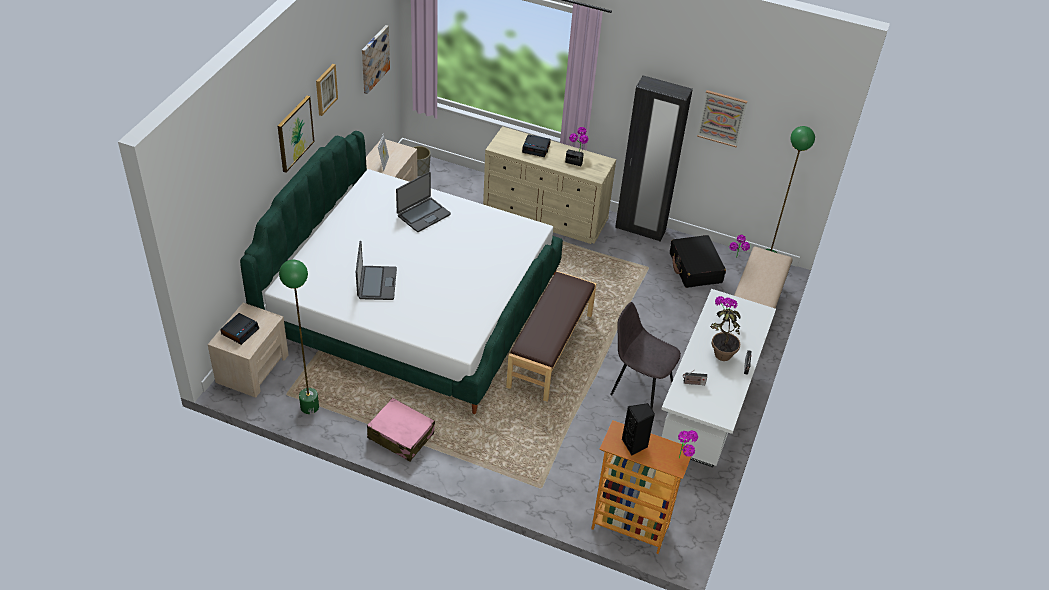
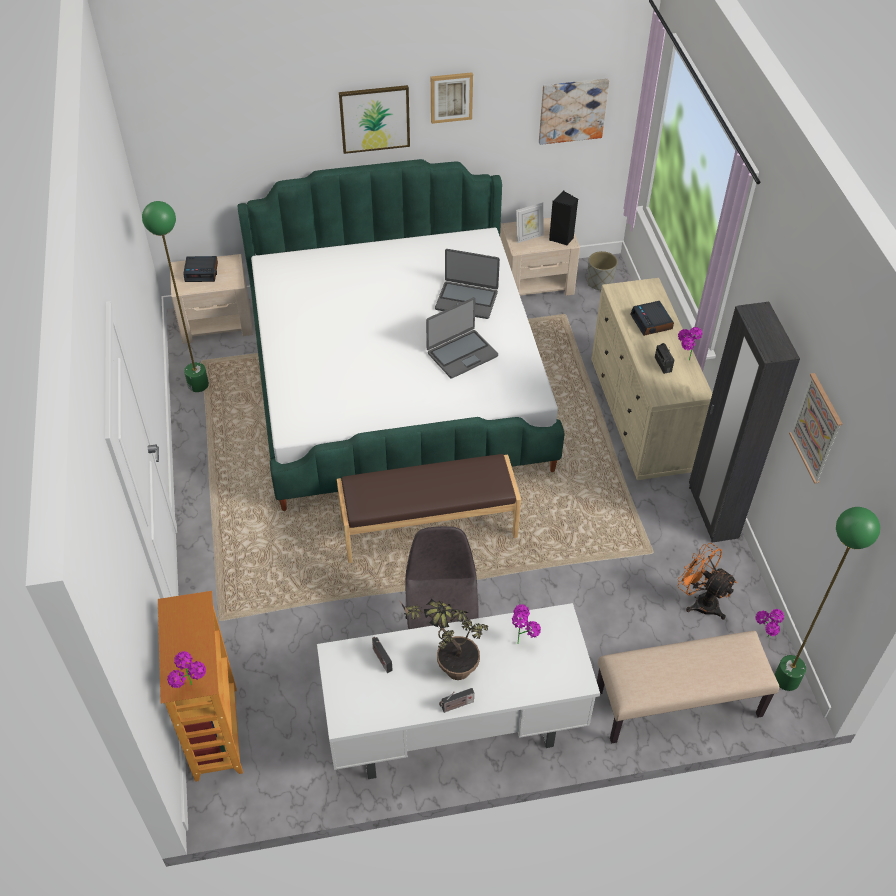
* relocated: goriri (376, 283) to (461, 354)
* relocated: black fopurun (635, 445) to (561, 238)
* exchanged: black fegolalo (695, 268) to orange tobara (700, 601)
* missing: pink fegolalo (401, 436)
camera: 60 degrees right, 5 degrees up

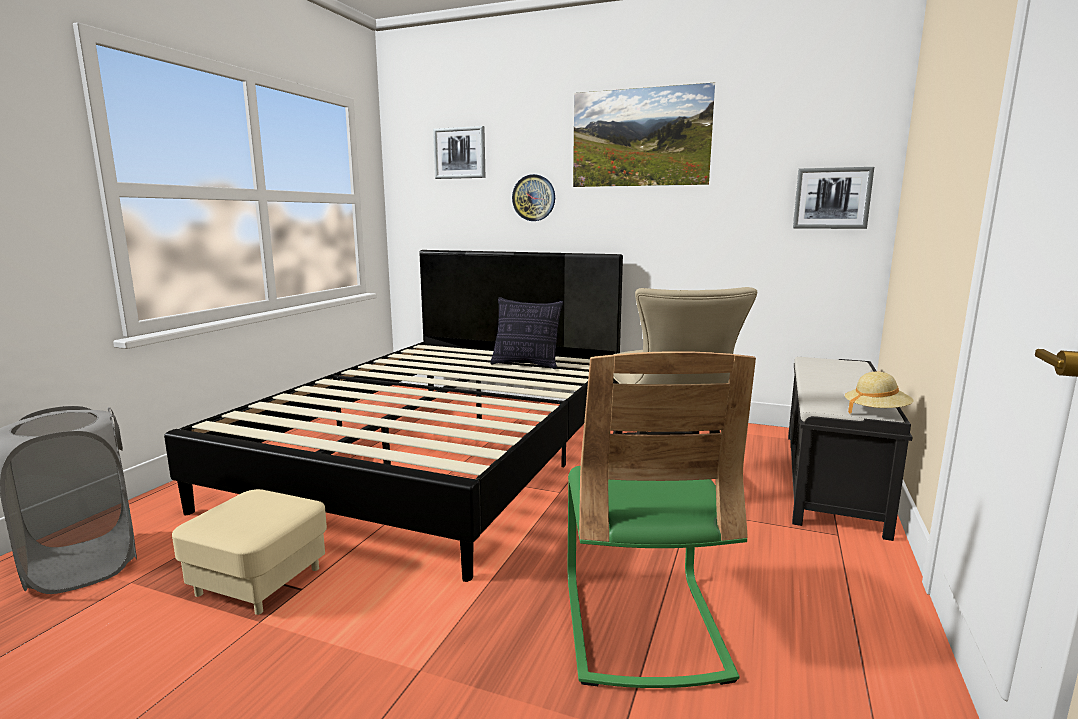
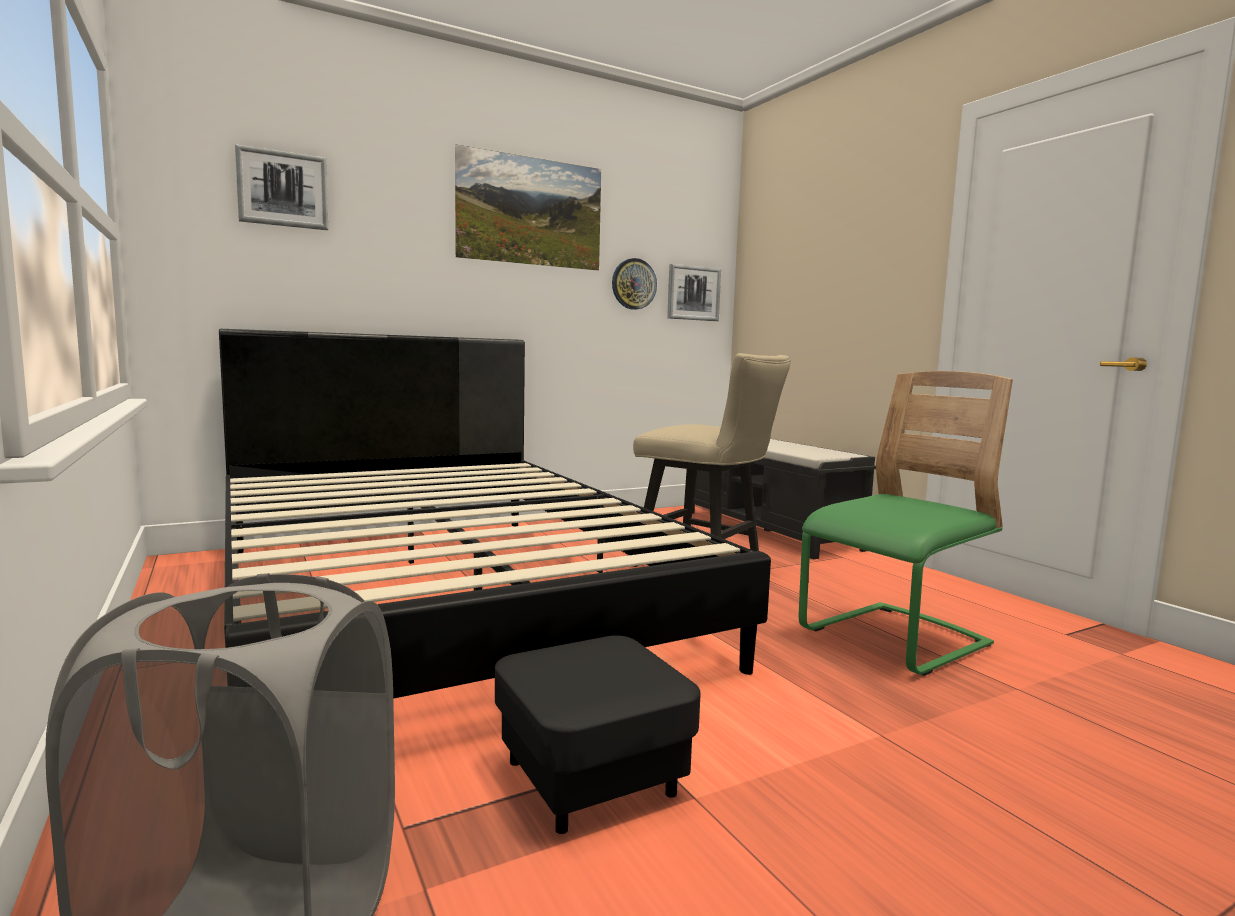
* colour: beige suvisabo (259, 581) to black suvisabo (592, 778)
* relocated: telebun (534, 198) to (633, 284)
* spun: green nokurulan (642, 625) = (894, 640) 75 degrees counterclockwise
* missing: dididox (526, 364)
* missing: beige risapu (876, 412)
camera: 50 degrees left, 5 degrees down

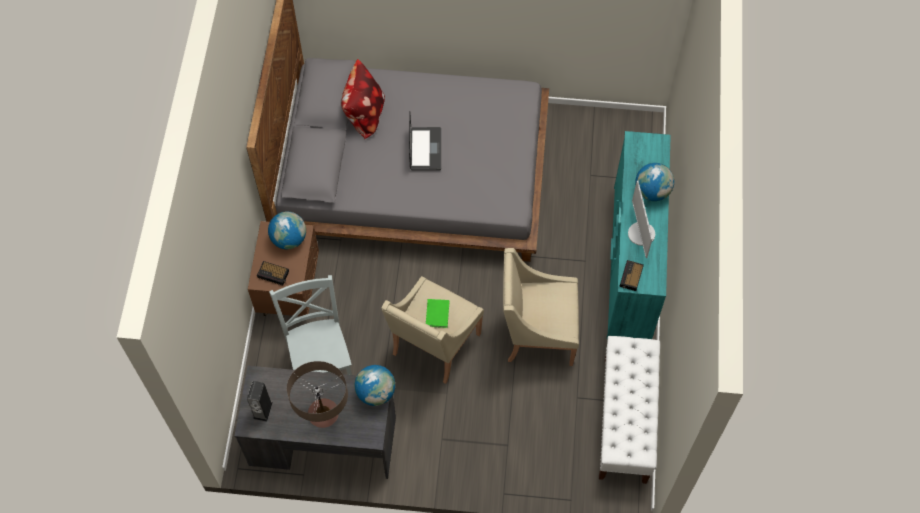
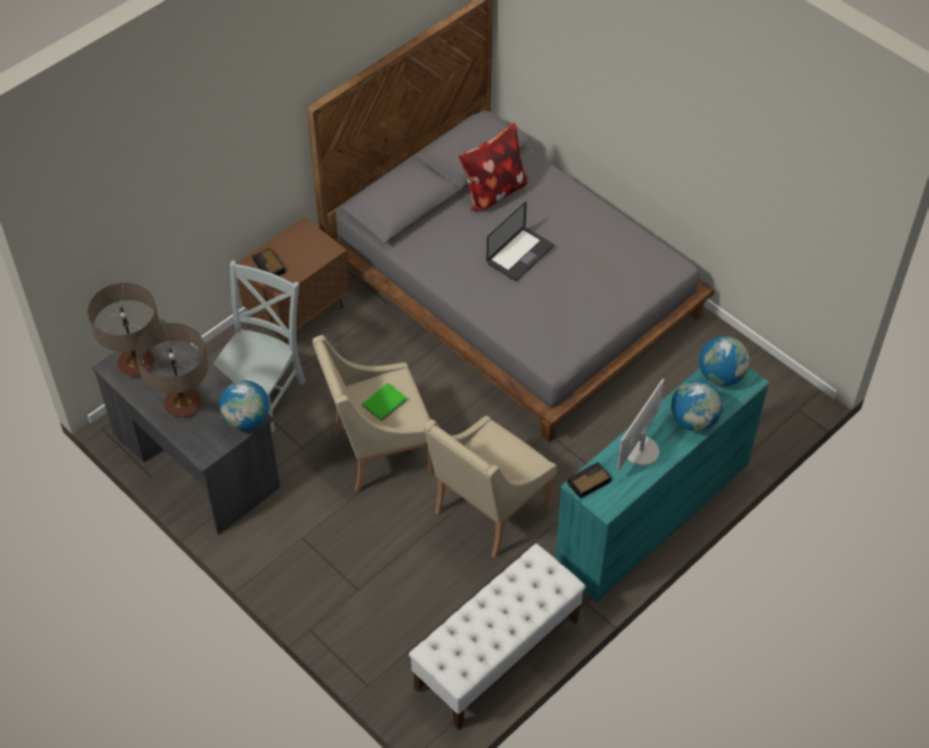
* exchanged: fopurun (263, 410) to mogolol (136, 364)
* spun: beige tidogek (537, 334) = (488, 511) 90 degrees counterclockwise
* relocated: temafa (289, 239) to (721, 376)
camera: 40 degrees right, 10 degrees down

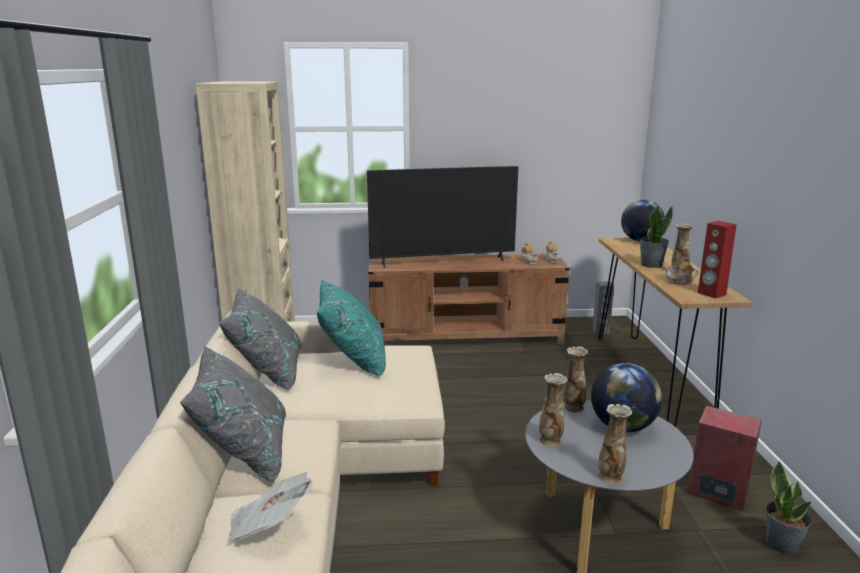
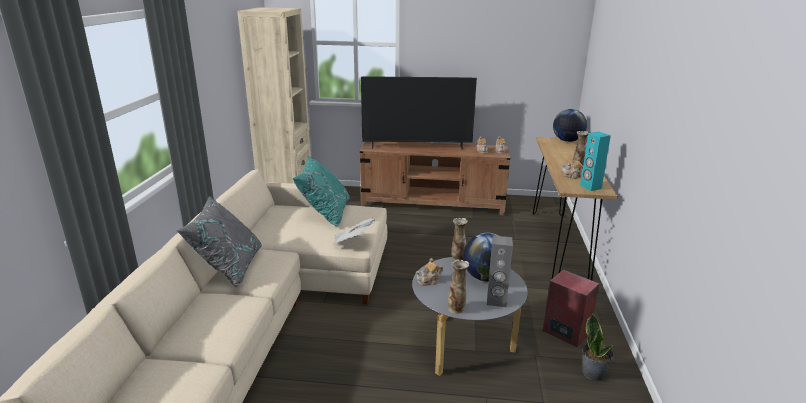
* relocated: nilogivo (269, 526) to (352, 241)
* exchanged: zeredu (550, 440) to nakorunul (429, 281)
* relocated: grey fopurun (600, 331) to (496, 301)
* colour: red fopurun (711, 294) to turquoise fopurun (590, 187)
* missing: grey dididox (267, 372)
* missing: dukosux (651, 265)
camera: 10 degrees right, 5 degrees up

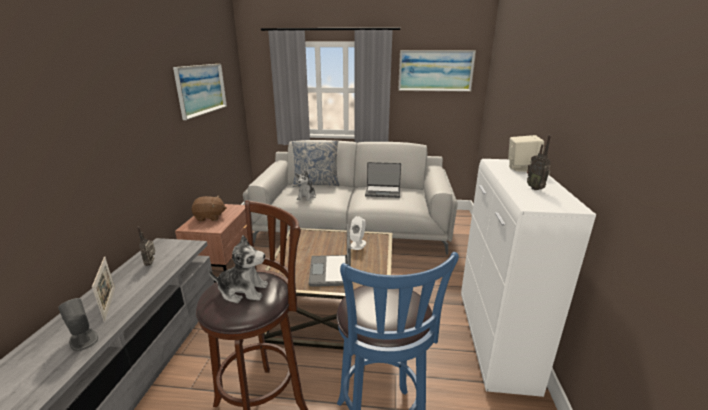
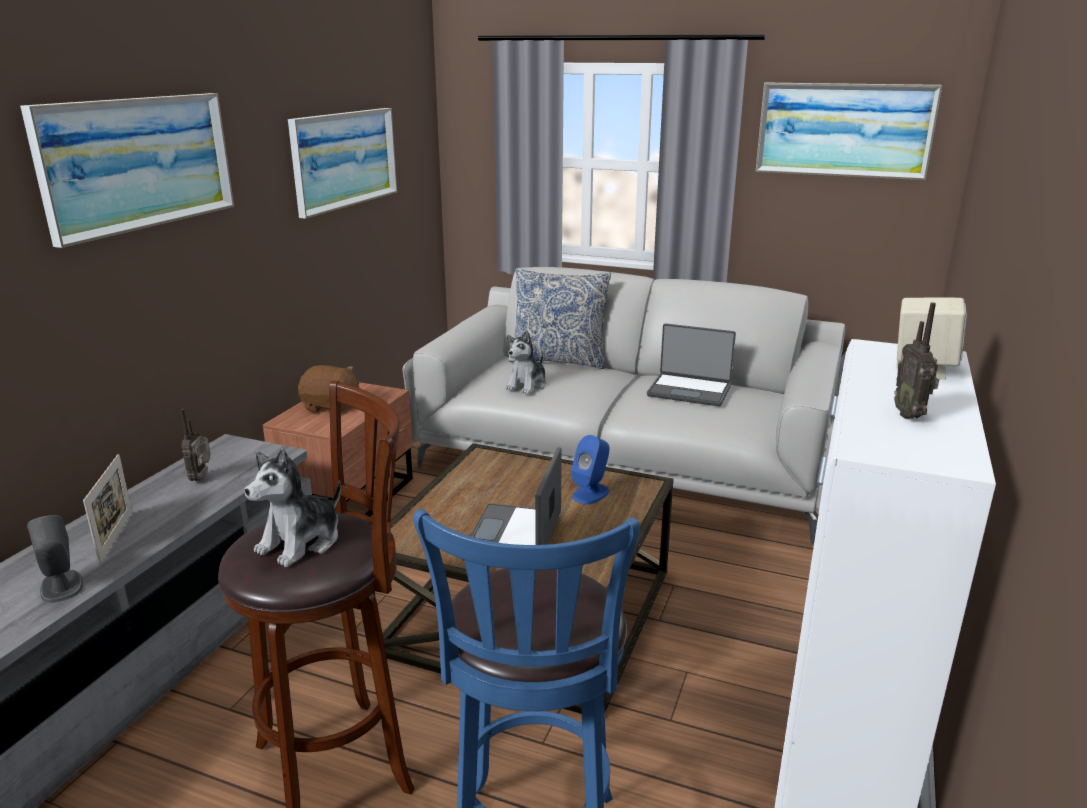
* appeared: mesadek (138, 163)
* spun: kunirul (243, 291) = (301, 542) 105 degrees clockwise
* colour: white fopurun (358, 244) to blue fopurun (591, 493)
camera: 15 degrees right, 0 degrees up

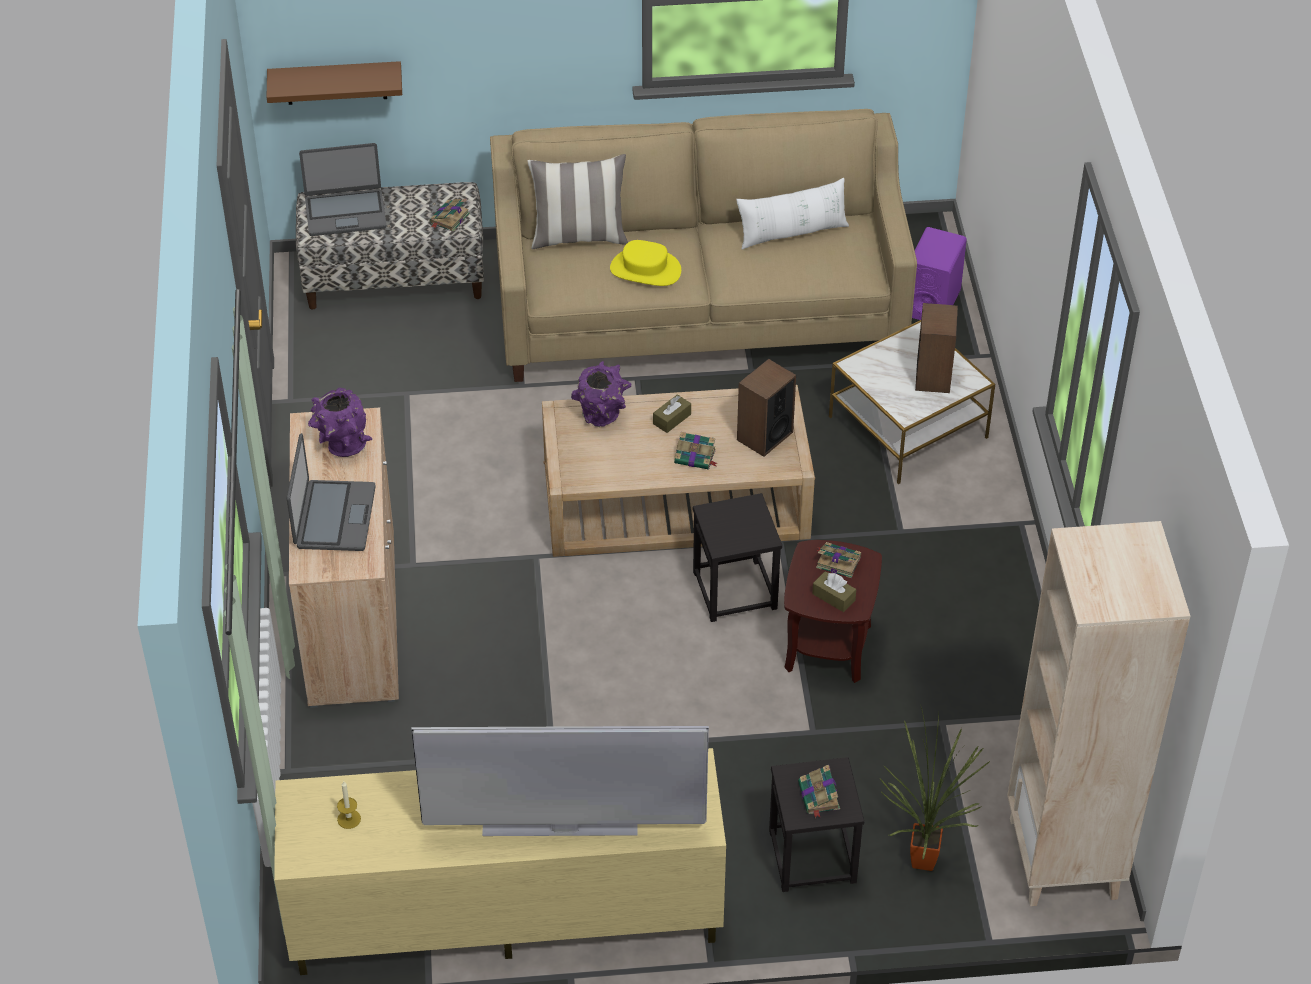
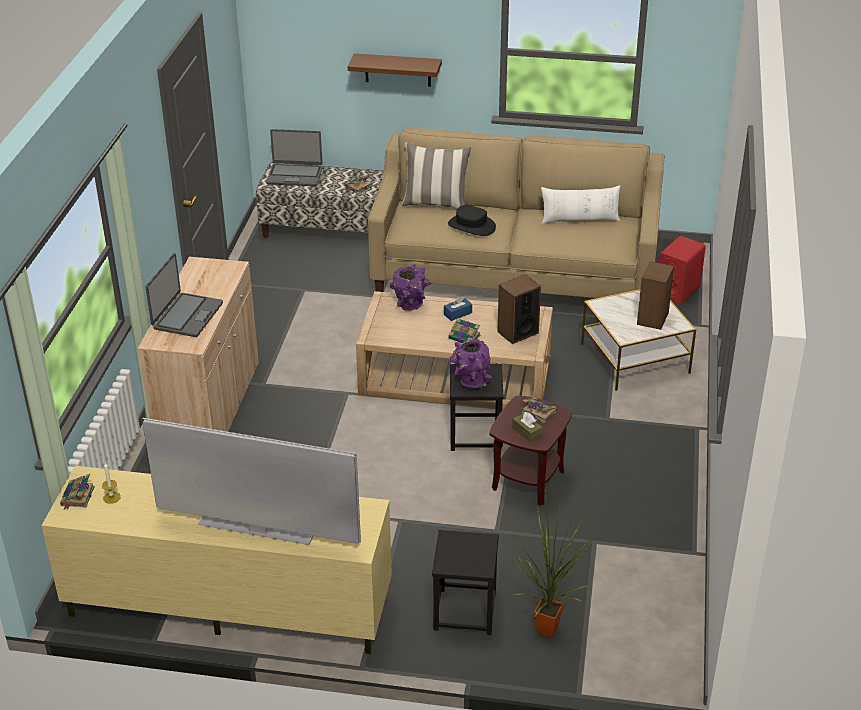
* relocated: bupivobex (819, 797) to (77, 497)
* relocated: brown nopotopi (336, 83) to (398, 70)
* colour: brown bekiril (672, 419) to blue bekiril (457, 314)
* colour: yellow risapu (645, 270) to black risapu (471, 226)
* relocated: purple zeredu (342, 447) to (470, 382)
* colour: purple fopurun (932, 302) to red fopurun (677, 291)
* missing: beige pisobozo (1064, 859)
camera: 15 degrees right, 10 degrees down

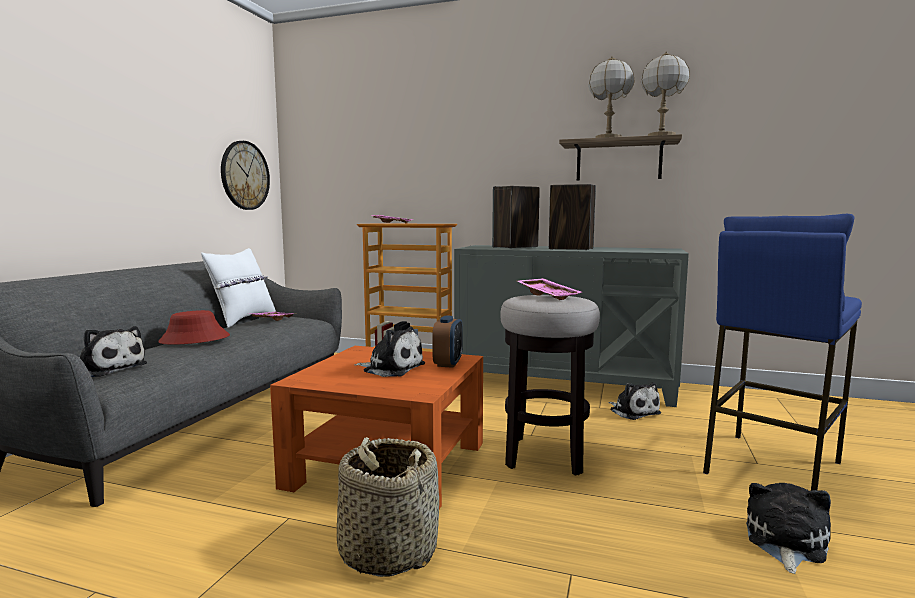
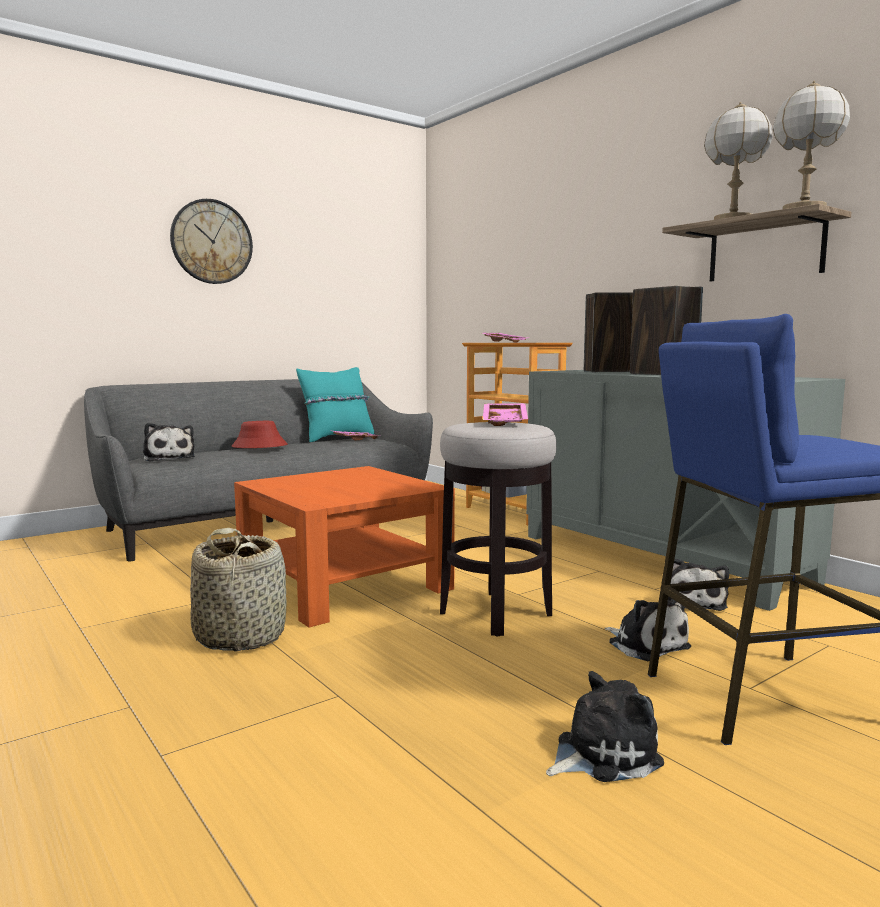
* relocated: telebun (245, 175) to (211, 242)
* colour: white dididox (243, 320) to turquoise dididox (337, 438)
* relocated: kunirul (391, 368) to (645, 644)
* missing: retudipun (448, 363)
camera: 35 degrees right, 0 degrees up

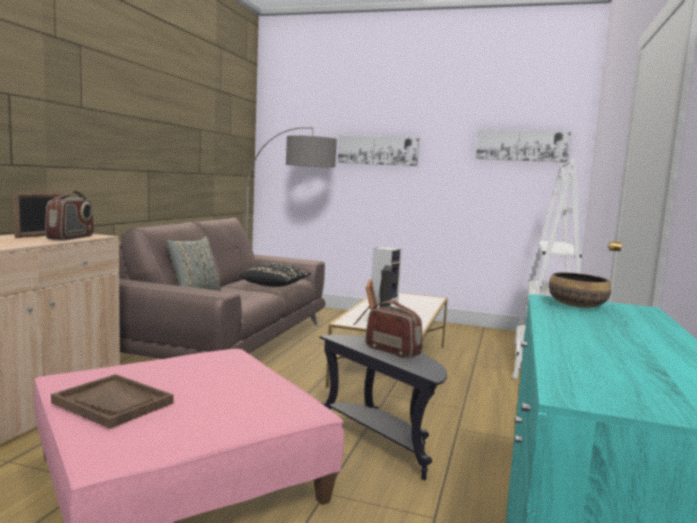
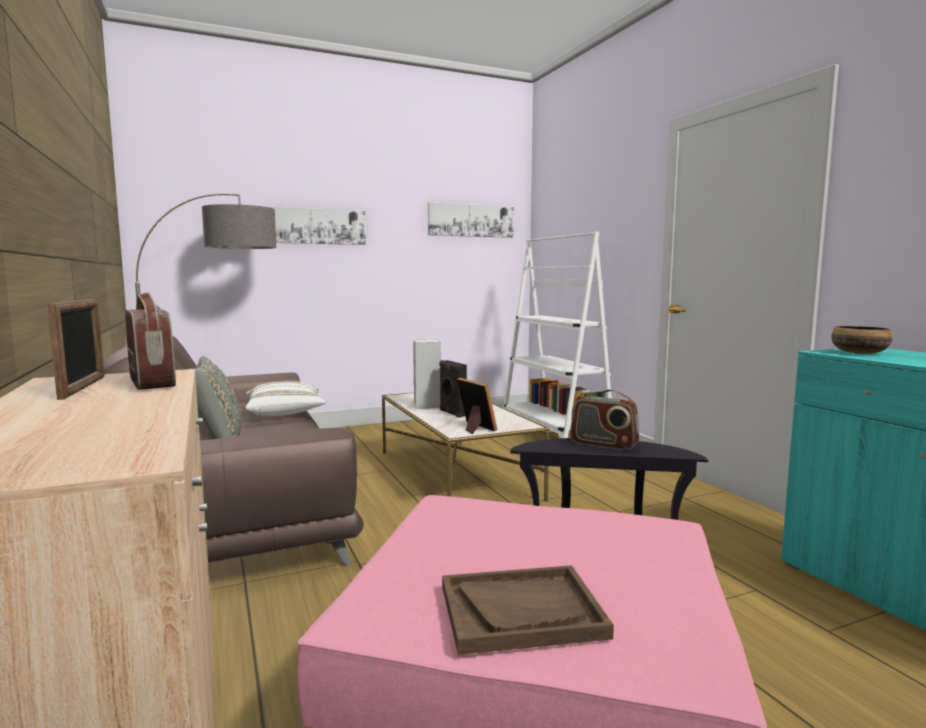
* colour: black dididox (275, 285) to white dididox (285, 413)
* spun: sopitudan (392, 351) = (603, 444) 150 degrees counterclockwise
camera: 40 degrees left, 0 degrees up

